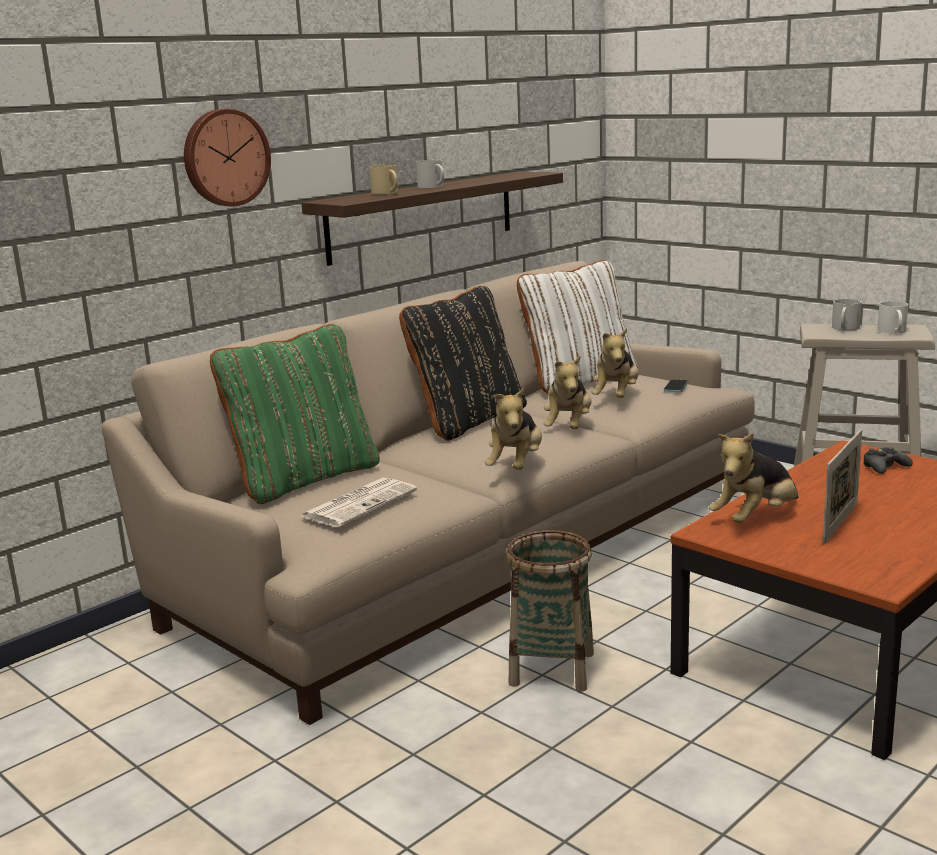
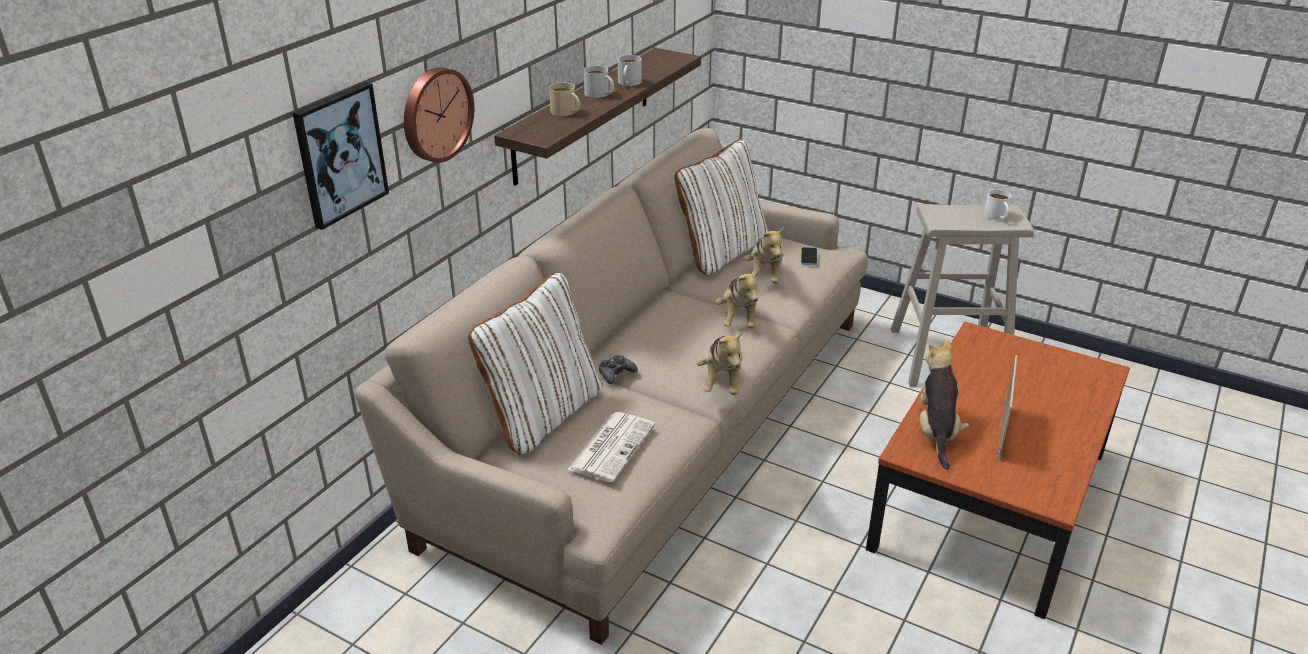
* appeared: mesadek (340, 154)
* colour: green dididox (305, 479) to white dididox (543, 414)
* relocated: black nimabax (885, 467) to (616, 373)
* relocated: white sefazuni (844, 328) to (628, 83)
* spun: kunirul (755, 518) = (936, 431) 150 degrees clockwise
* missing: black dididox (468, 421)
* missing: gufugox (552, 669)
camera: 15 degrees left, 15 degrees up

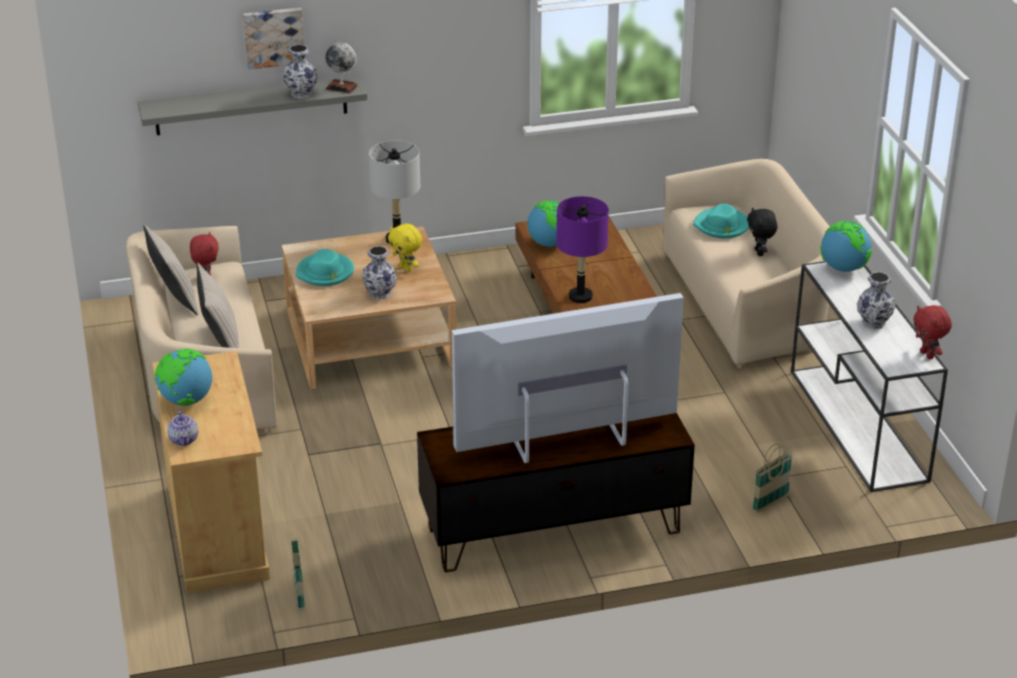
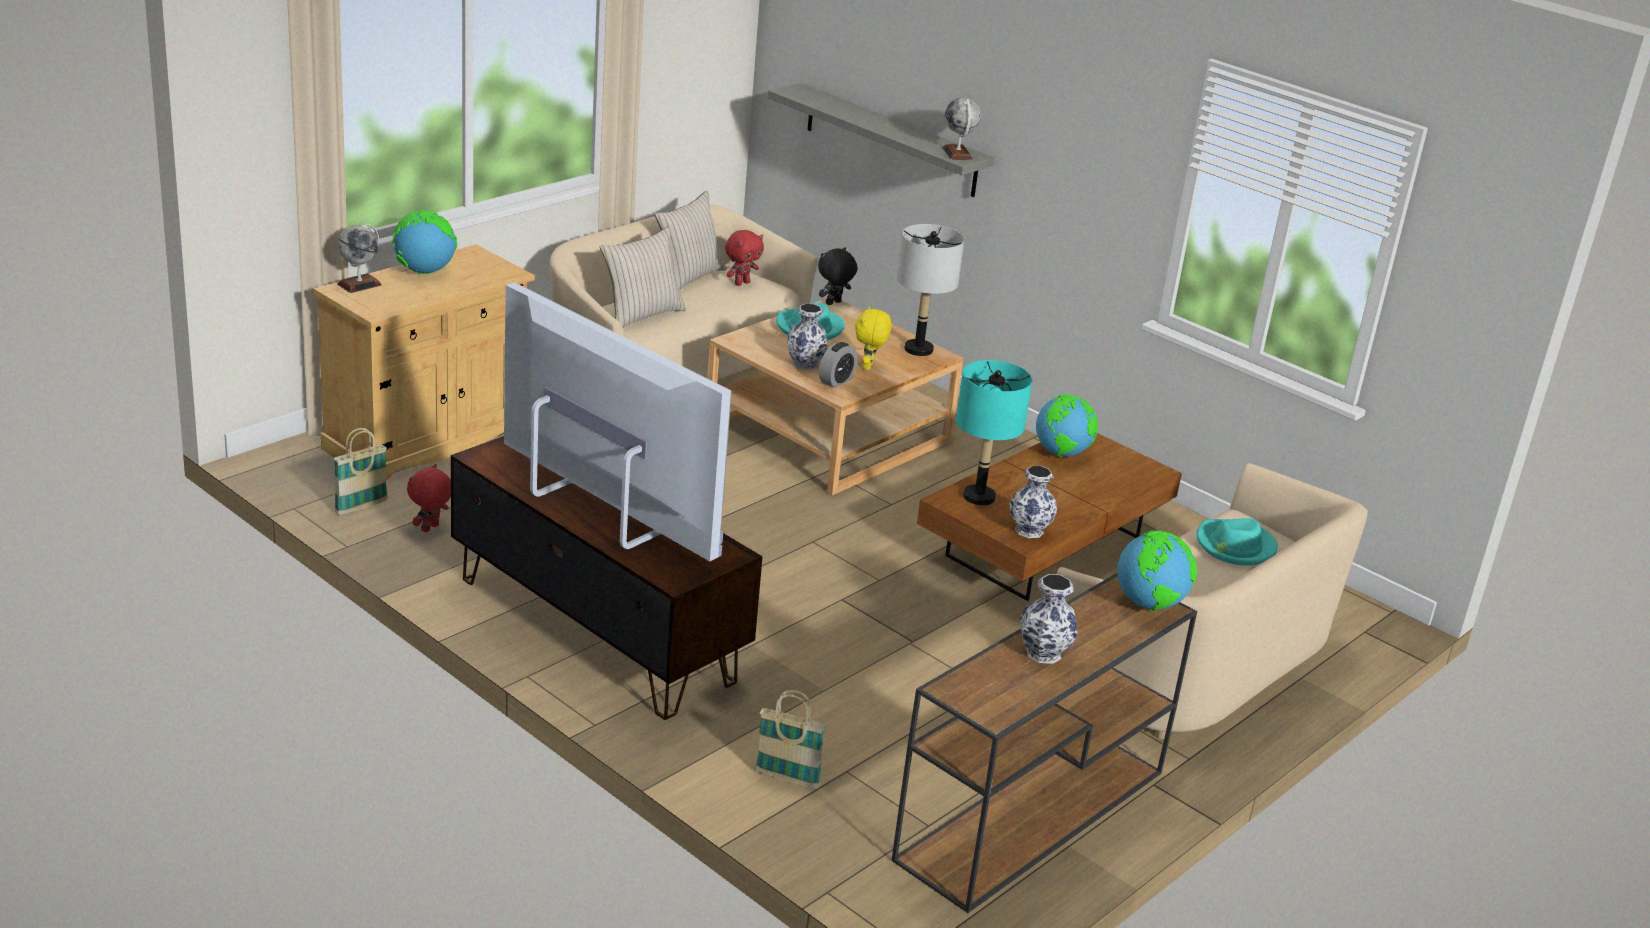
* exchanged: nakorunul (184, 440) to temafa (359, 284)
* relocated: red kunirul (927, 355) to (431, 529)
* relocated: black kunirul (760, 252) to (834, 303)
* appeared: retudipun (836, 381)
* colour: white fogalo (859, 426) to brown fogalo (1030, 817)
* colour: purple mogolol (580, 297) to turquoise mogolol (979, 497)
* relocated: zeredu (301, 93) to (1030, 530)
* missing: mesadek (273, 37)
camera: 55 degrees right, 5 degrees down

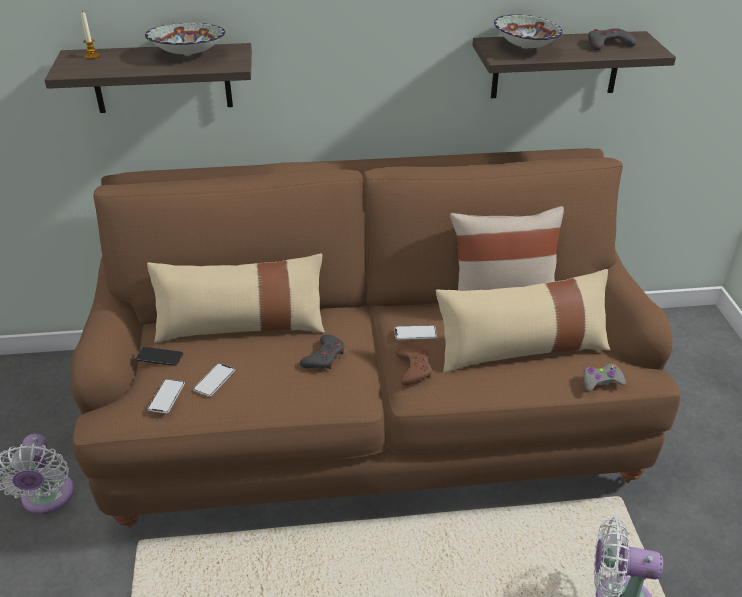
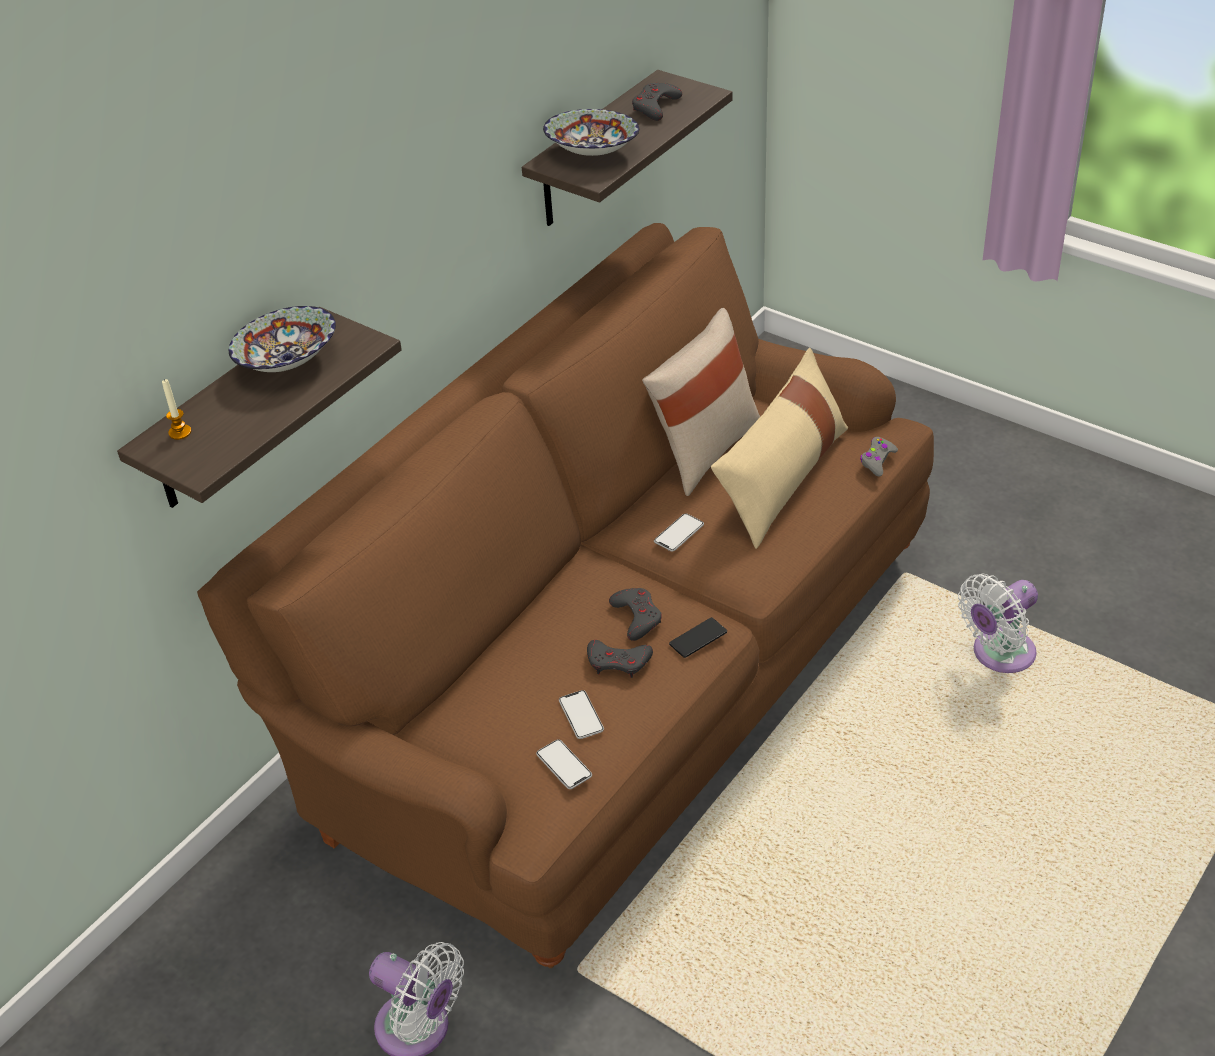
* appeared: grey nimabax (618, 662)
* relocated: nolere (159, 357) to (698, 638)
* missing: beige dididox (241, 325)
* missing: brown nimabax (413, 368)
camera: 45 degrees left, 5 degrees up

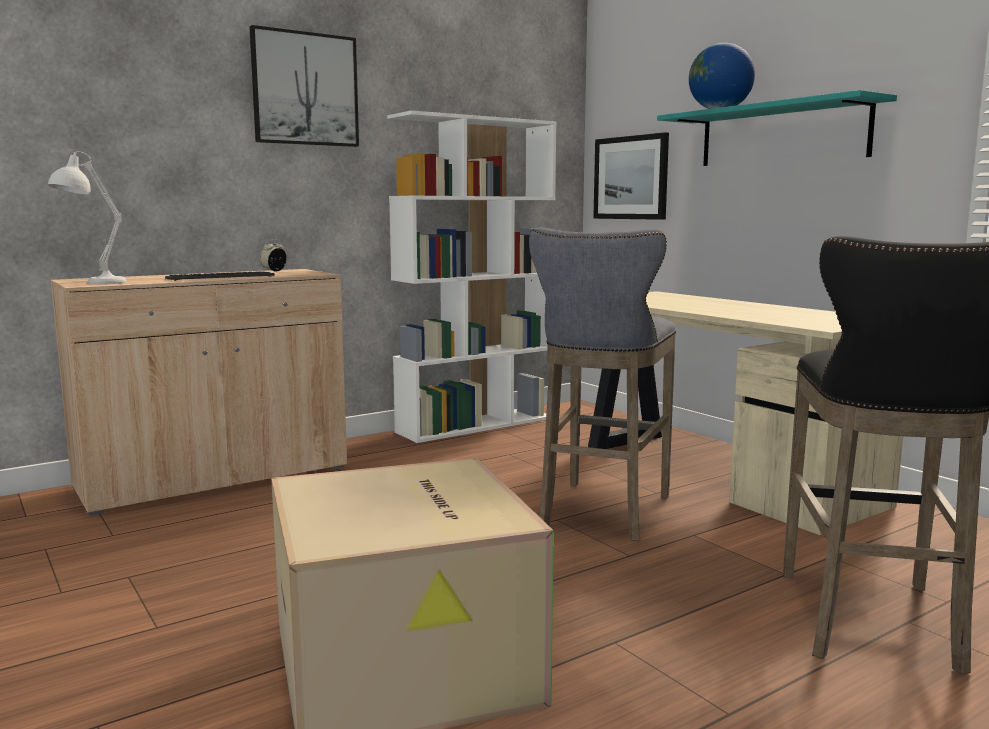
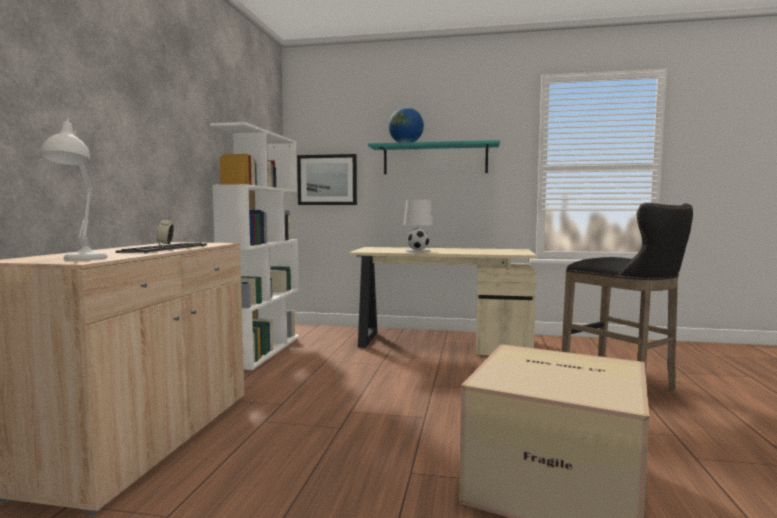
* appeared: white mogolol (418, 251)
* missing: mesadek (305, 89)
* missing: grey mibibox (602, 513)
camera: 45 degrees left, 5 degrees down

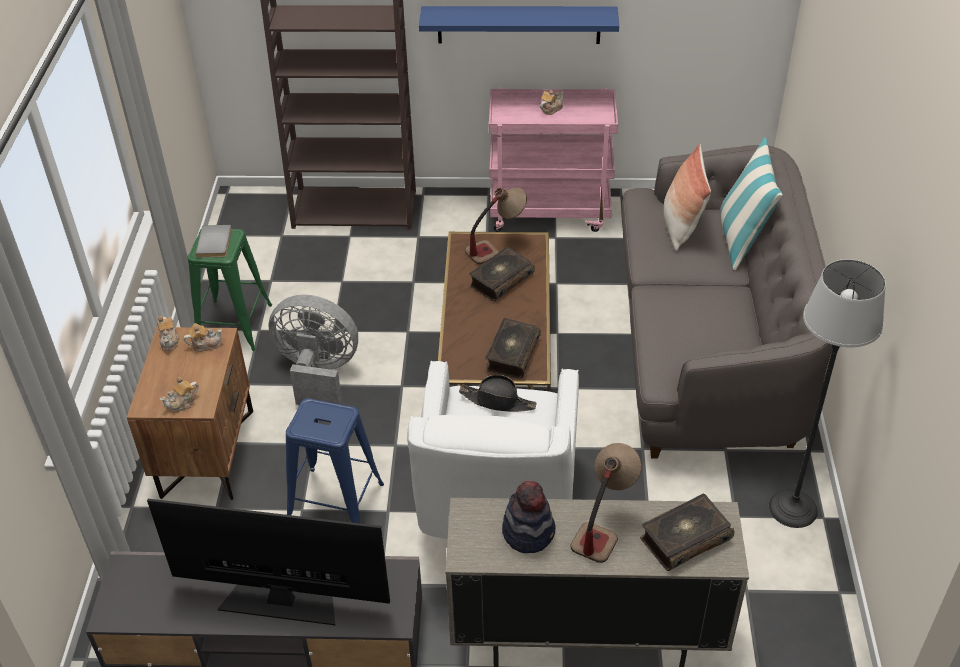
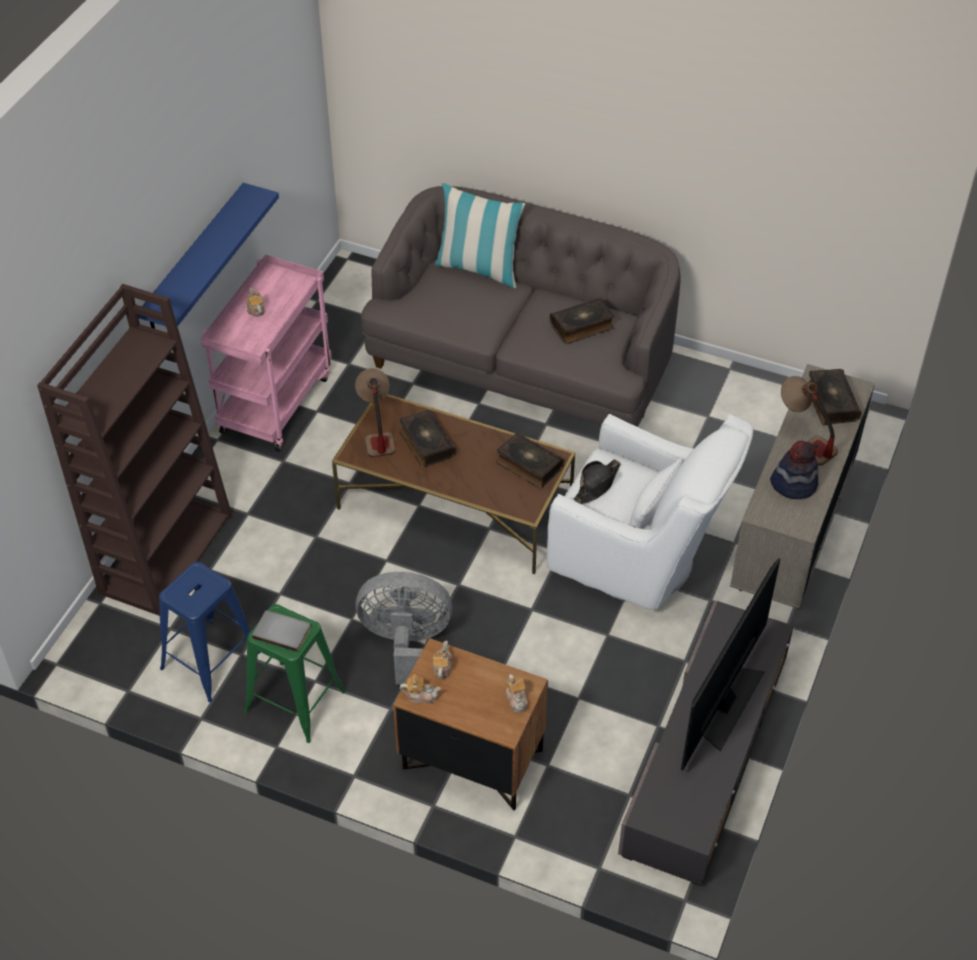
* relocated: blue mibibox (334, 502) to (210, 661)
* spun: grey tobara (318, 374) = (408, 646) 60 degrees clockwise
* appeared: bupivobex (582, 326)
* missing: dididox (680, 227)
* missing: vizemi (793, 508)
camera: 70 degrees left, 5 degrees up

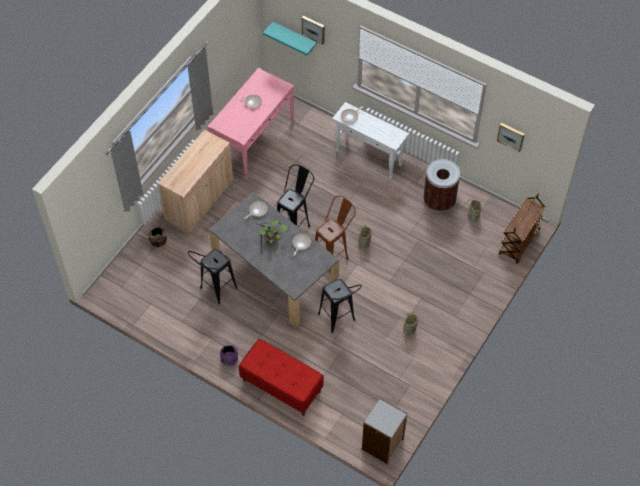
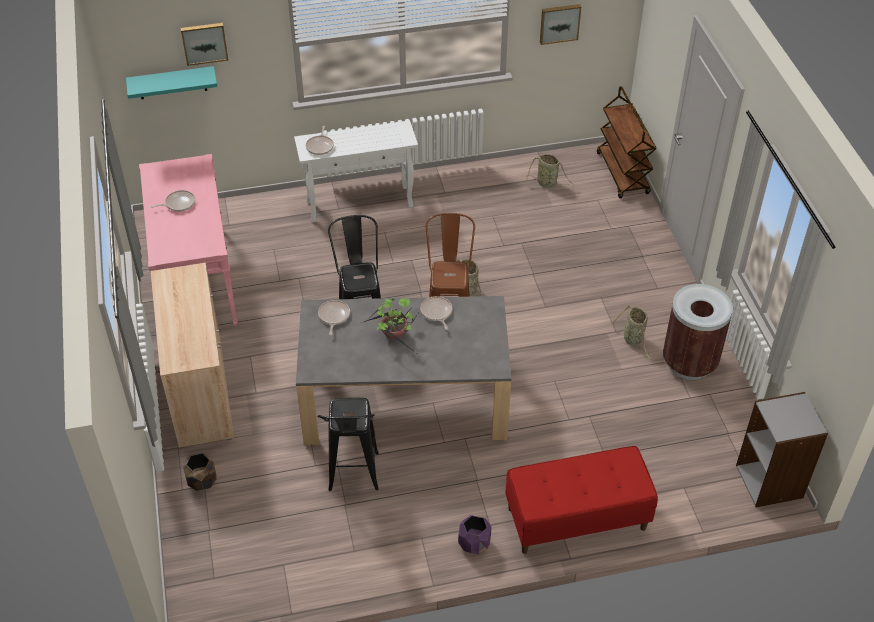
* relocated: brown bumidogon (439, 201) to (689, 362)
* missing: black mibibox (339, 321)
camera: 45 degrees left, 10 degrees down

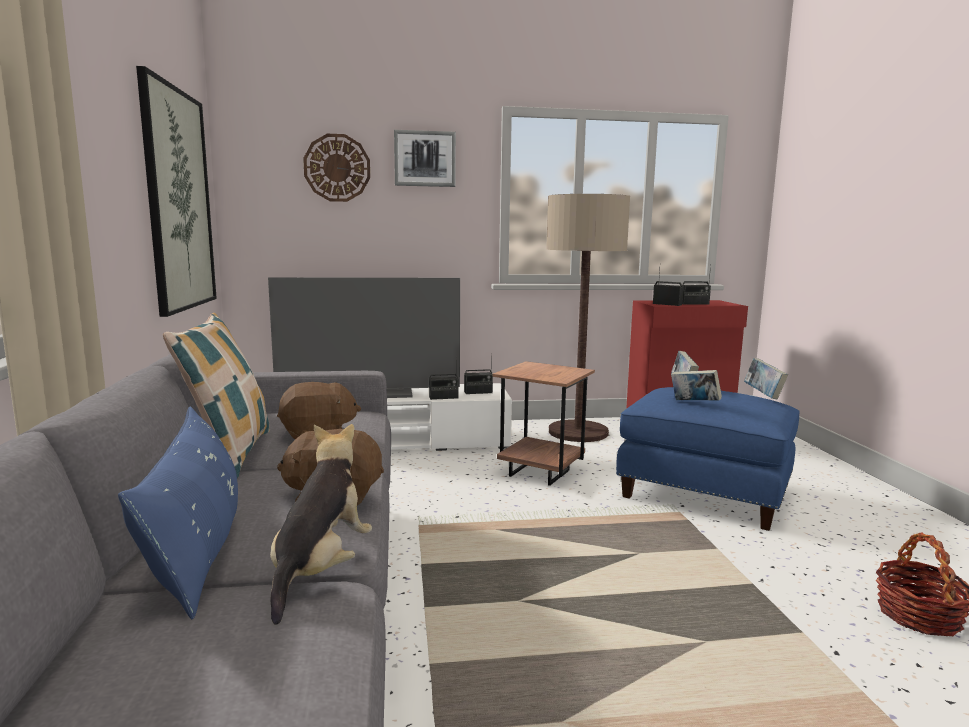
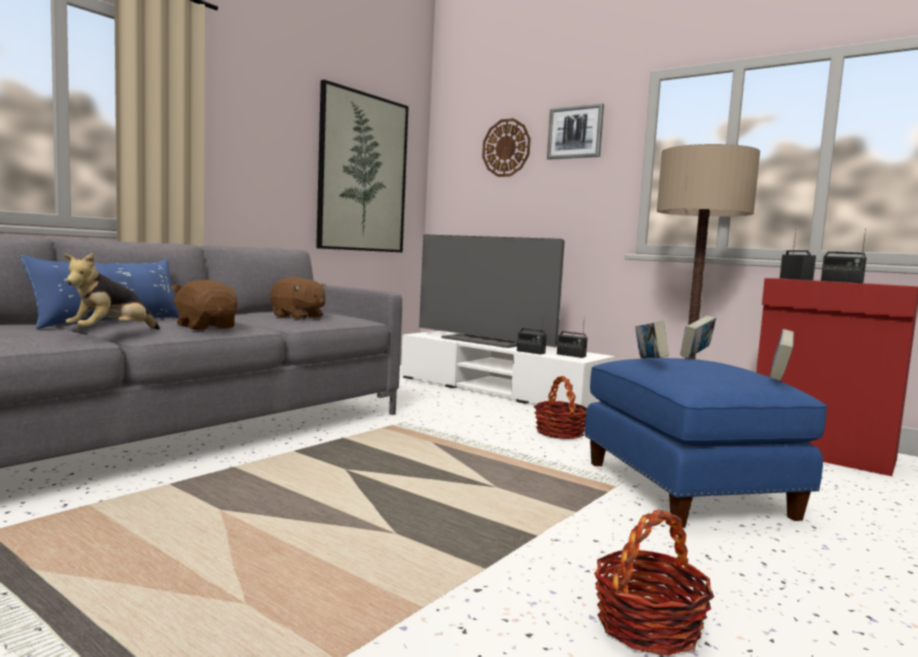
* spun: kunirul (321, 569) = (111, 334) 150 degrees clockwise
* exchanged: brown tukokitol (539, 474) to gufugox (559, 433)
* missing: dididox (230, 454)
camera: 45 degrees right, 5 degrees down

